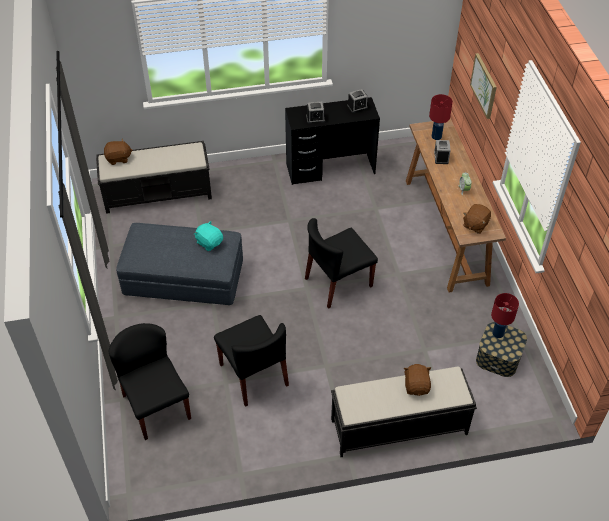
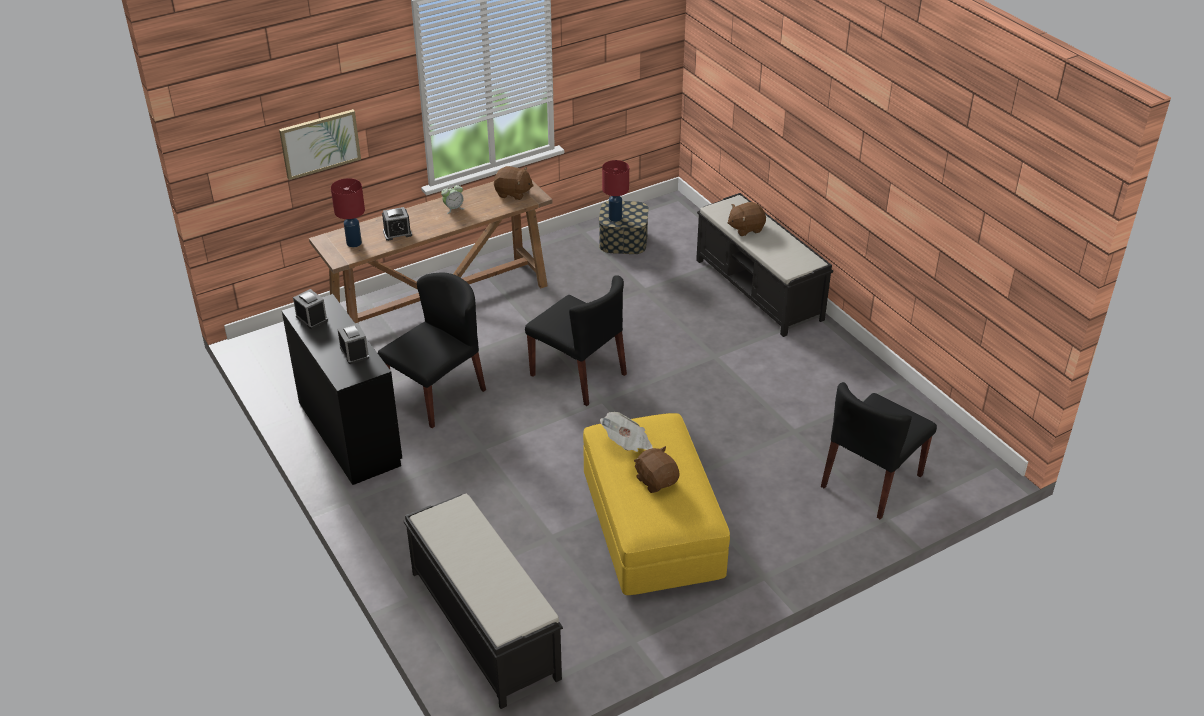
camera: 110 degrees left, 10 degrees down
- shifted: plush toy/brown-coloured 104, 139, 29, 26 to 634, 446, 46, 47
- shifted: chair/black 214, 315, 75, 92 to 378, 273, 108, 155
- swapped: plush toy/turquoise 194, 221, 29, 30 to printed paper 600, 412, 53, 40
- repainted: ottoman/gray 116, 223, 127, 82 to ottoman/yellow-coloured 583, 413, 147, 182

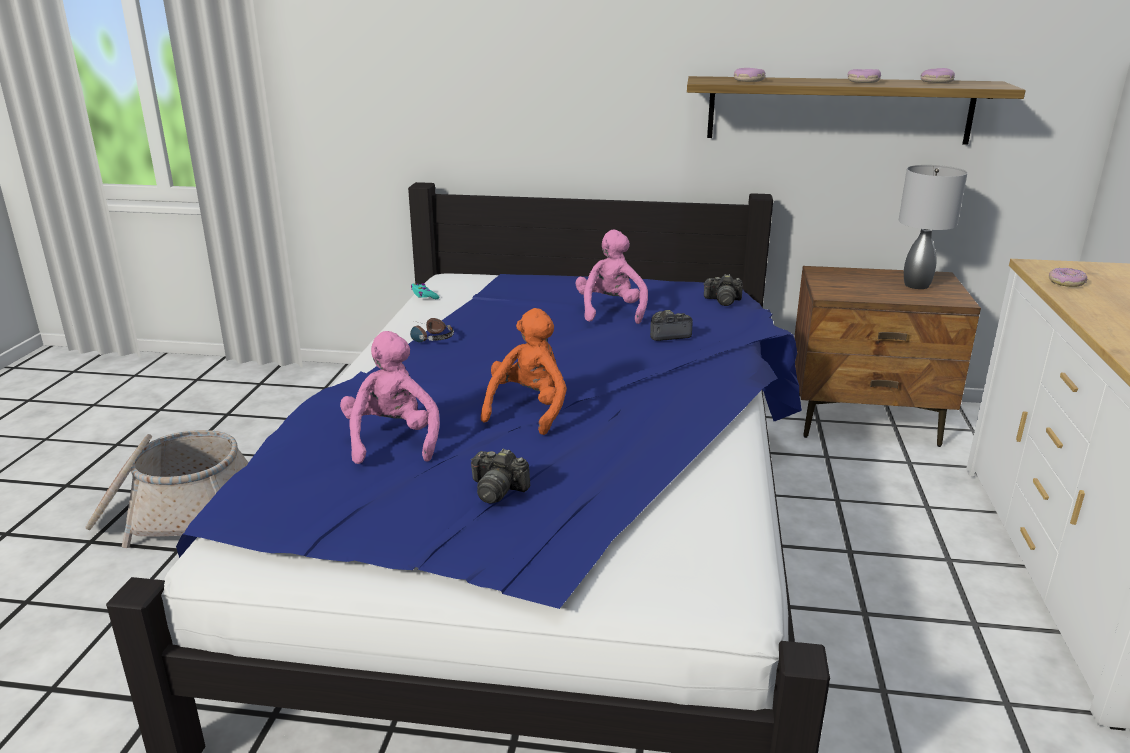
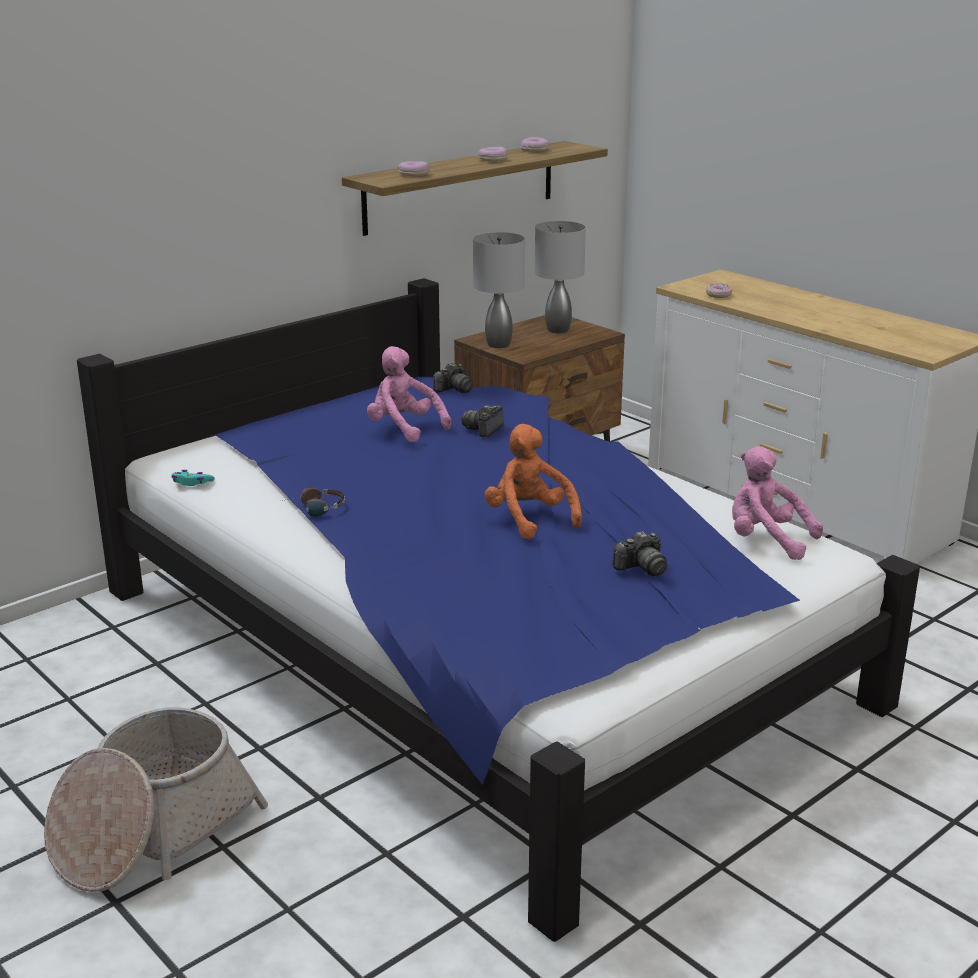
camera: 50 degrees left, 0 degrees up
- new: lamp for a table/gray 473, 232, 52, 116
- shifted: plush toy/pink 340, 331, 100, 133 to 732, 446, 91, 114

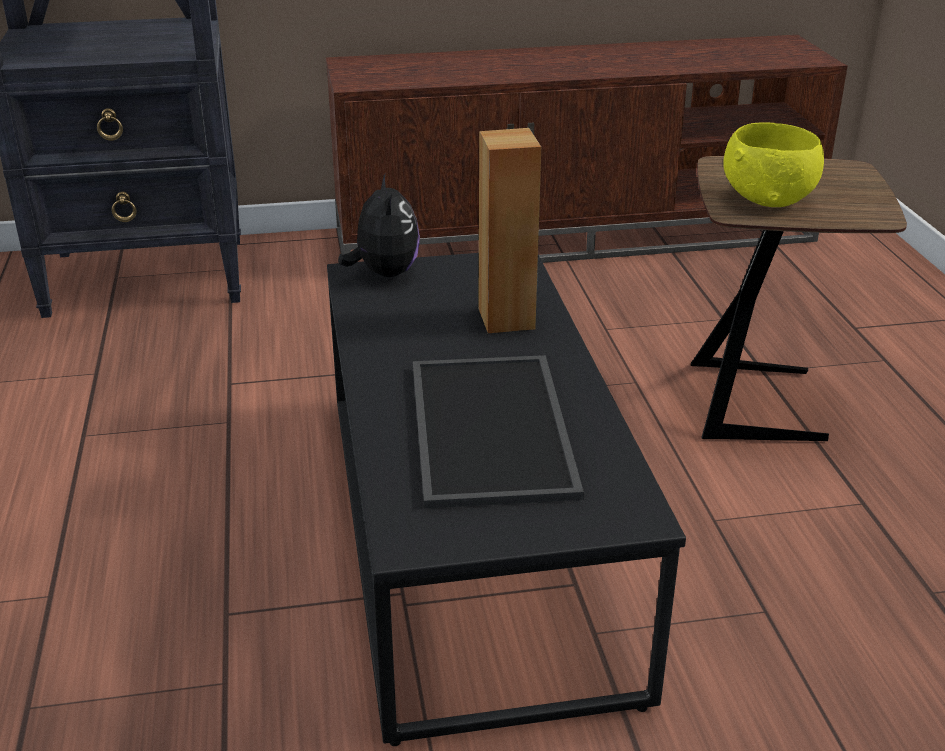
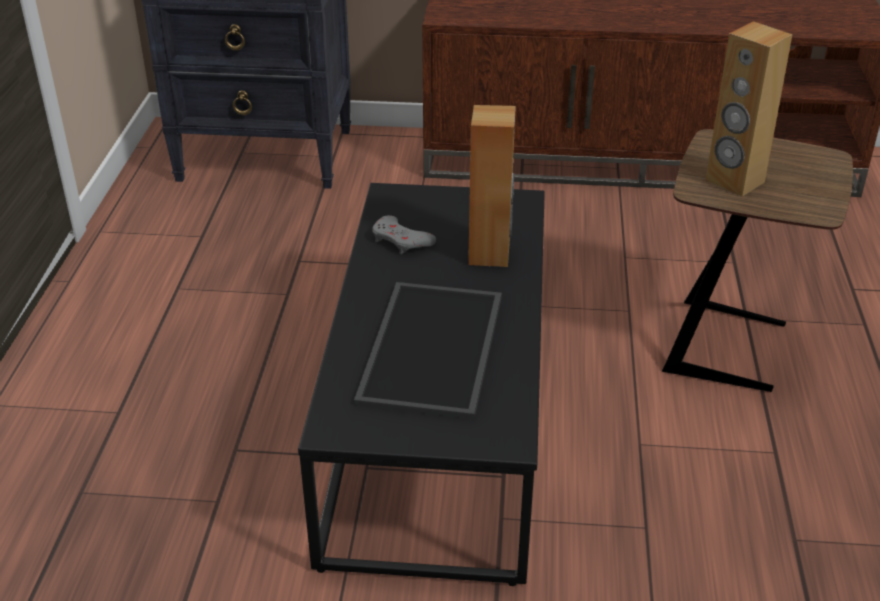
camera: 15 degrees right, 5 degrees up
- gone: plush toy 338, 174, 82, 103
- new: game controller/gray 372, 215, 64, 39
- swapped: serving bowl/yellow-coloured 723, 122, 101, 85 to speaker/brown-coloured 705, 21, 88, 176

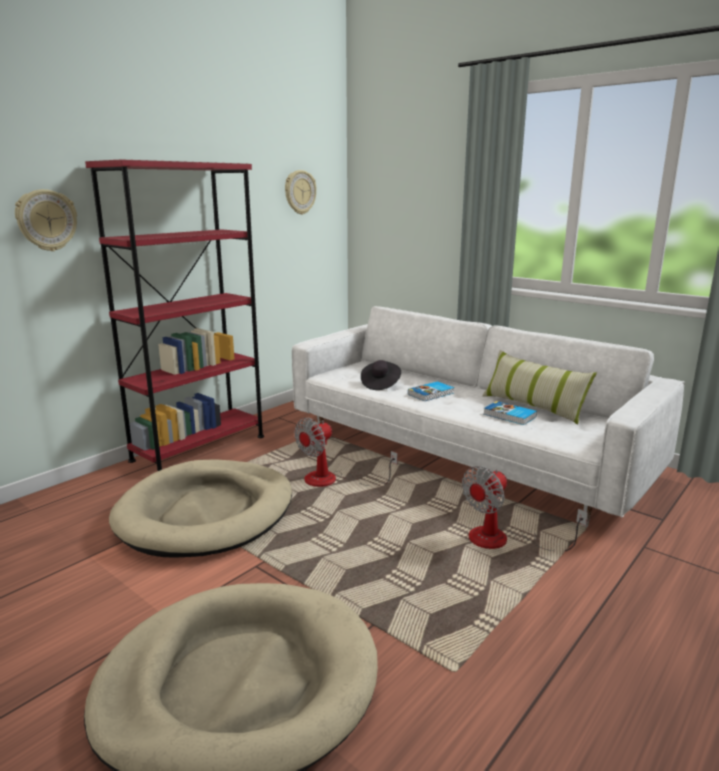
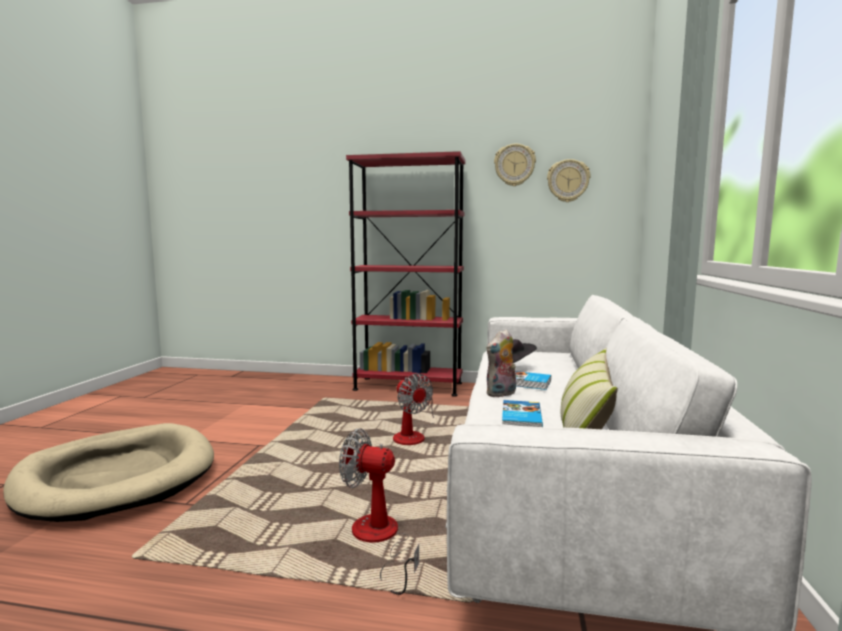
camera: 60 degrees right, 10 degrees down
- gone: dog bed/beige-coloured 109, 459, 183, 99
- new: plush toy 486, 329, 30, 69
- shifted: wall clock 15, 189, 62, 62 to 494, 144, 42, 42
- rotated: electric fan 294, 418, 104, 69 = 393, 374, 42, 71 135 degrees counterclockwise

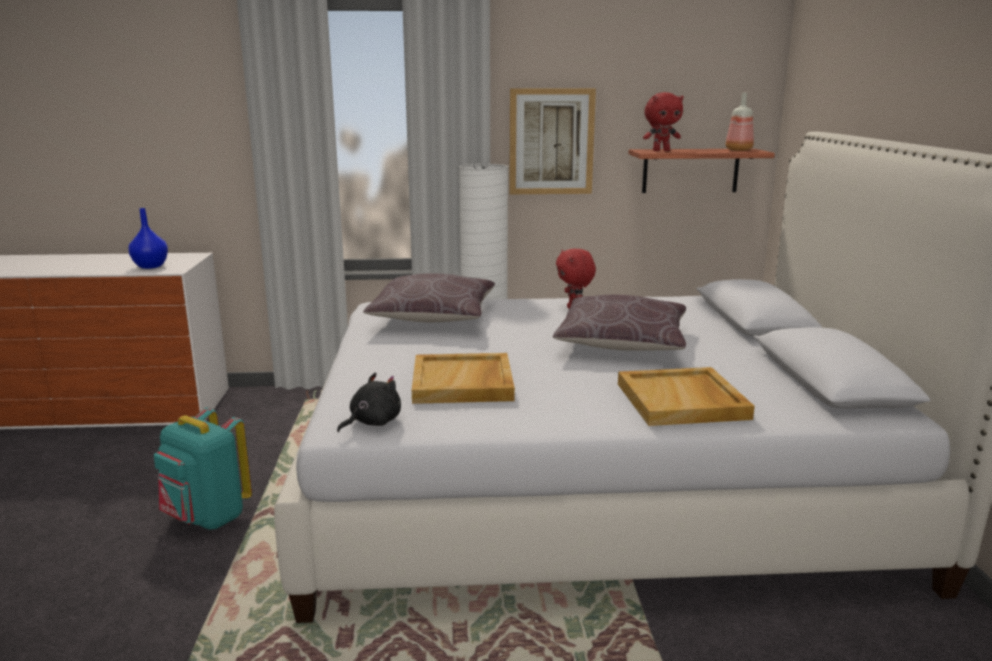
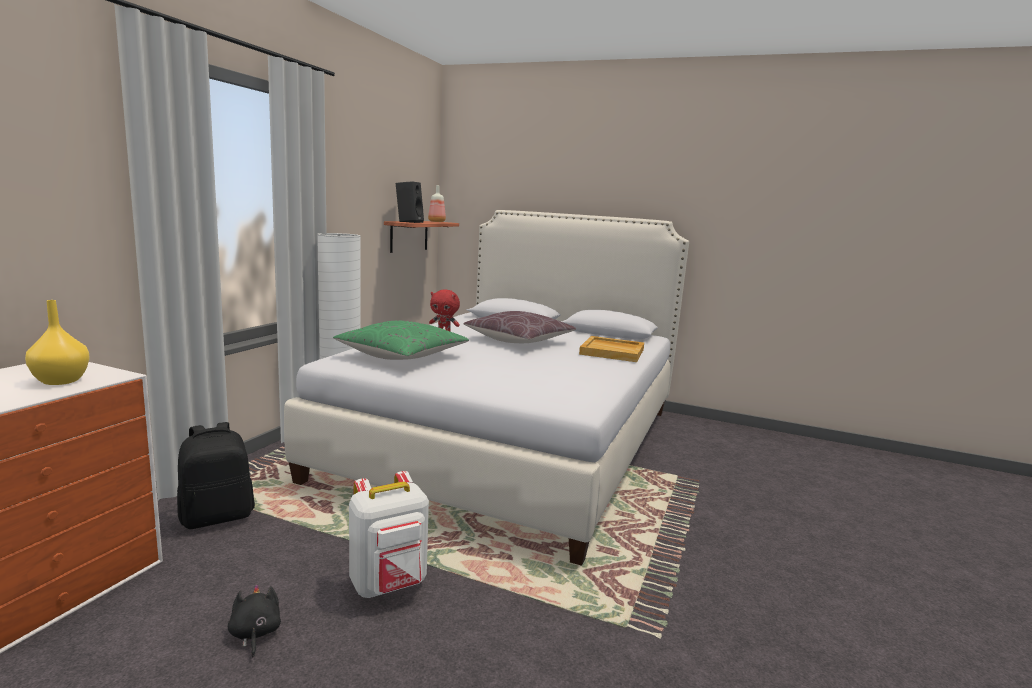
camera: 65 degrees left, 5 degrees down
- gone: carrying tray/beige-coloured 412, 353, 103, 51
- gone: picture 509, 88, 87, 106
- new: backpack/black 177, 422, 78, 107
- shifted: plush toy/black 337, 372, 64, 60 to 228, 585, 53, 73
- swapped: plush toy/red-coloured 643, 92, 41, 59 to speaker/black 396, 181, 28, 42
- repainted: decorative vase/bluish 128, 208, 40, 61 to decorative vase/yellow-coloured 25, 300, 65, 85
- repainted: backpack/turquoise 154, 408, 98, 122 to backpack/white-coloured 349, 471, 80, 127
- repainted: throw pillow/brown-coloured 363, 273, 132, 49 to throw pillow/green 333, 321, 136, 39

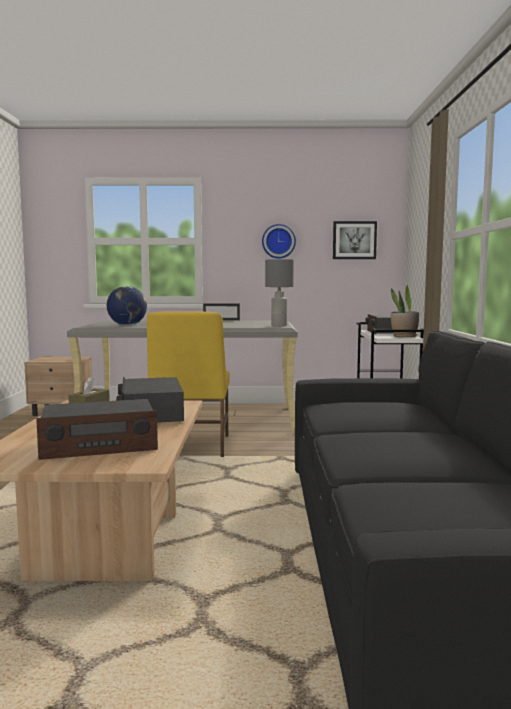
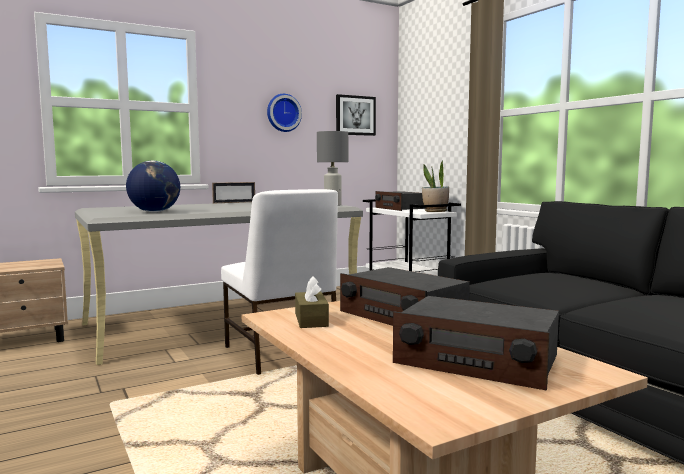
camera: 30 degrees left, 0 degrees up
- repainted: chair/yellow-coloured 147, 312, 83, 145 to chair/white-coloured 221, 189, 117, 186
- rotated: radio receiver 36, 399, 122, 61 = 393, 296, 166, 95 75 degrees clockwise

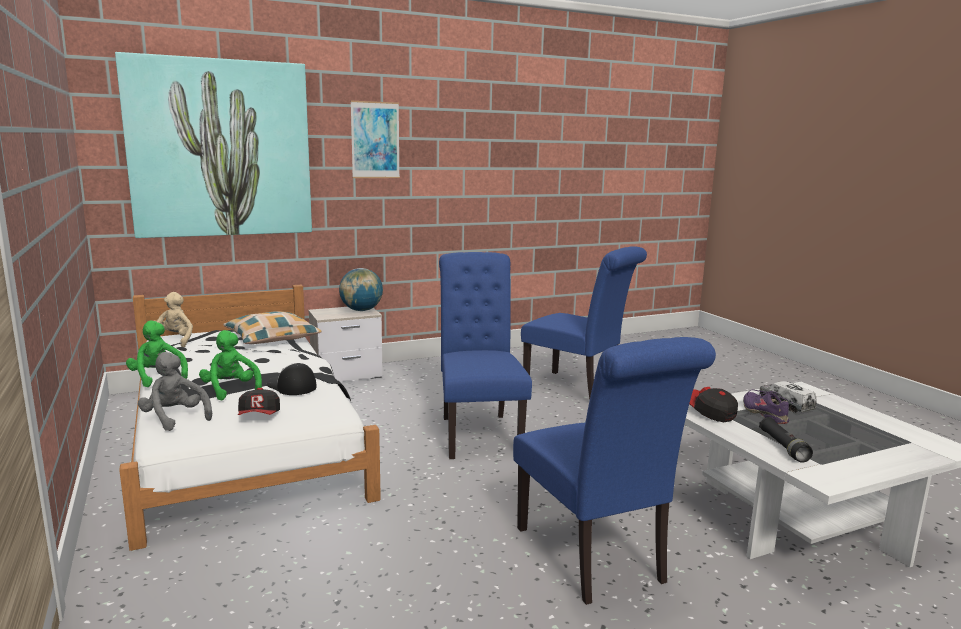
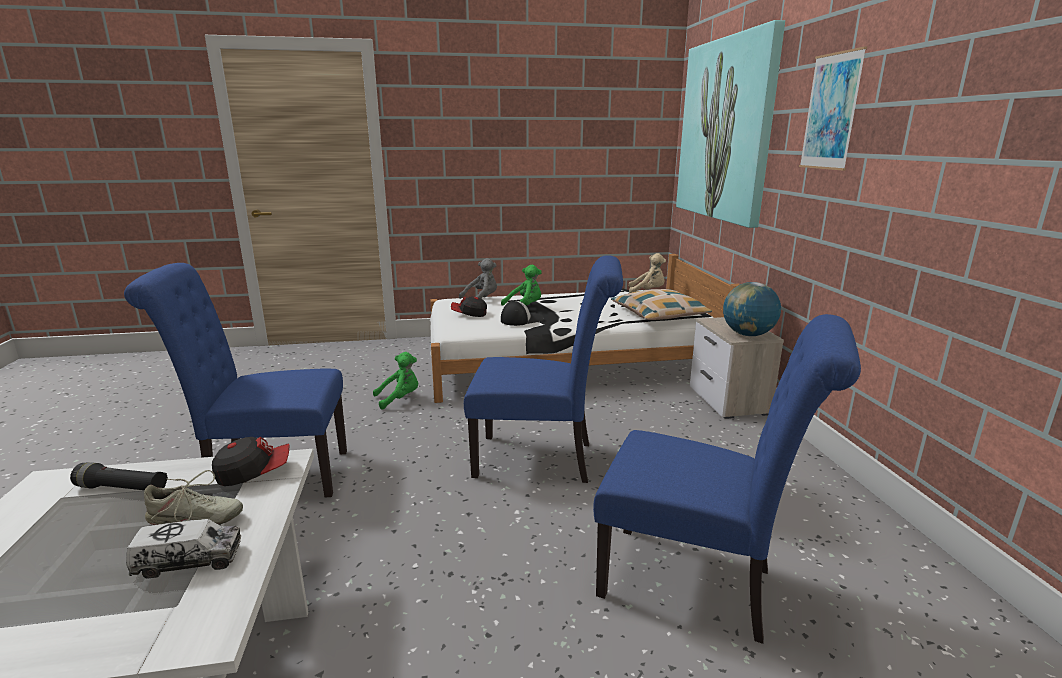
camera: 105 degrees right, 5 degrees up
- shifted: plush toy/green 126, 320, 62, 67 to 373, 352, 45, 57
- repainted: low shoe/purplish 743, 390, 49, 34 to low shoe/beige-coloured 144, 470, 99, 55
- rotated: chair/bluish 521, 246, 126, 153 = 593, 314, 268, 330 120 degrees counterclockwise

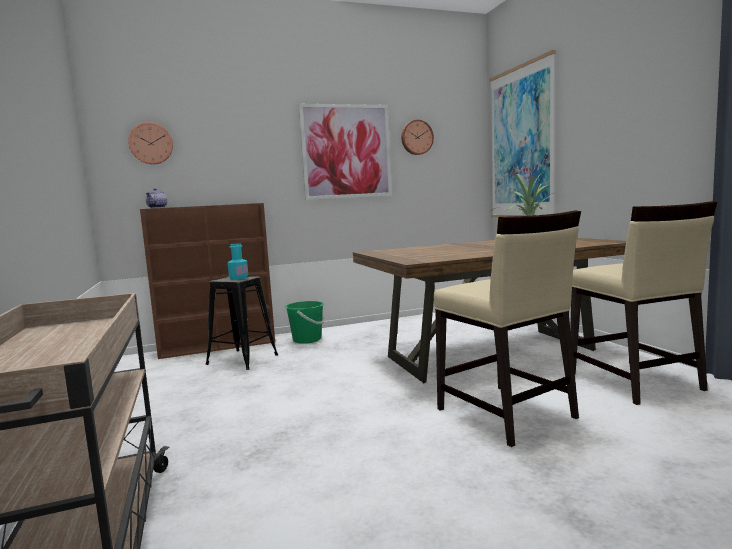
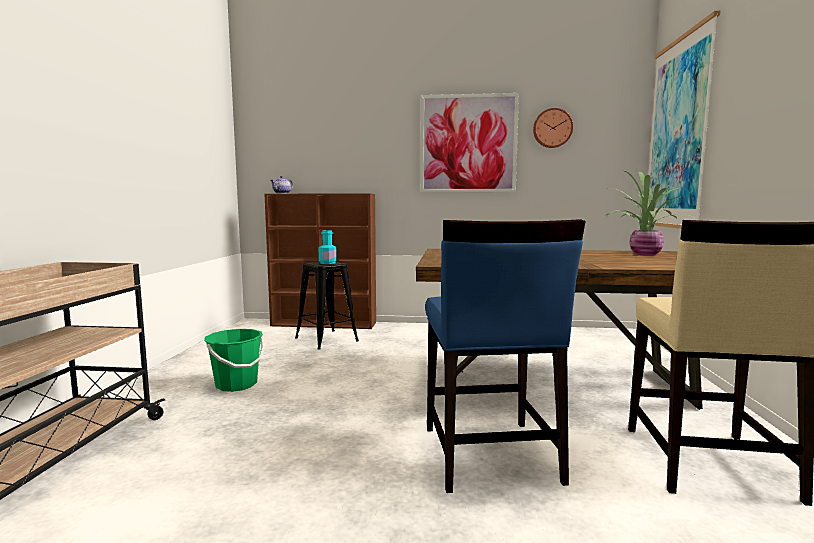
camera: 25 degrees right, 0 degrees up
- gone: wall clock 128, 122, 45, 43
- shifted: bucket/green 285, 301, 40, 43 to 204, 329, 60, 63
- repainted: chair/beige-coloured 434, 210, 147, 237 to chair/bluish 425, 219, 161, 274

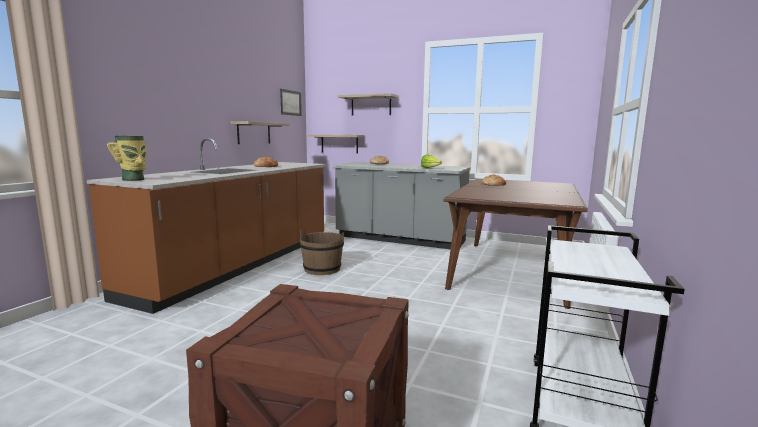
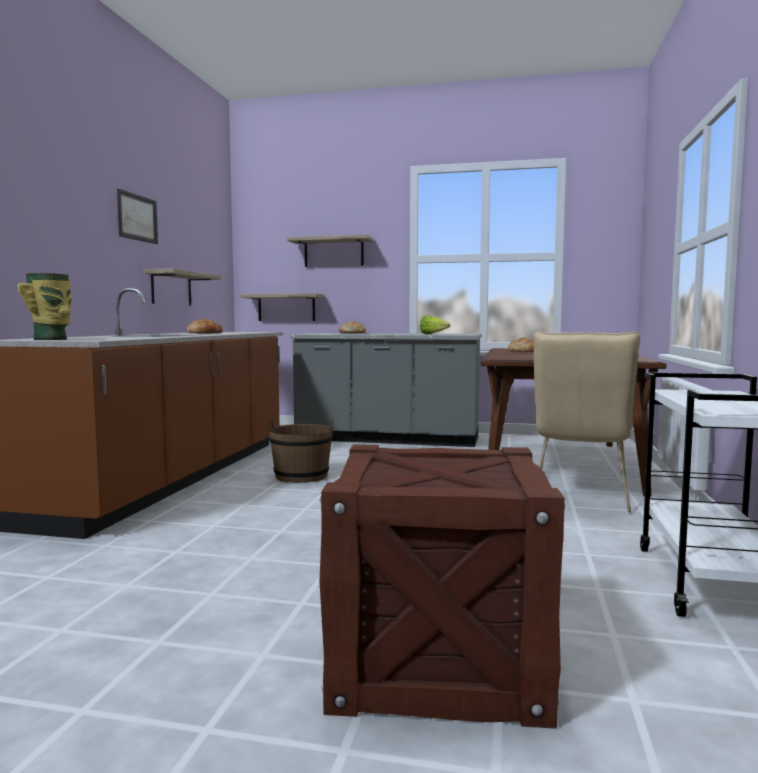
camera: 10 degrees left, 5 degrees down
- new: chair/beige-coloured 533, 332, 107, 181
- shifted: picture 280, 89, 22, 27 to 117, 189, 41, 55

